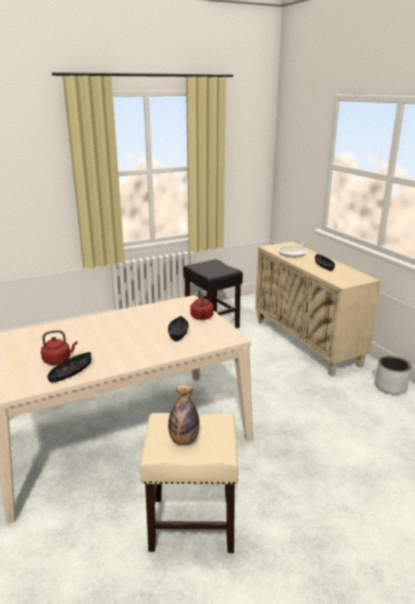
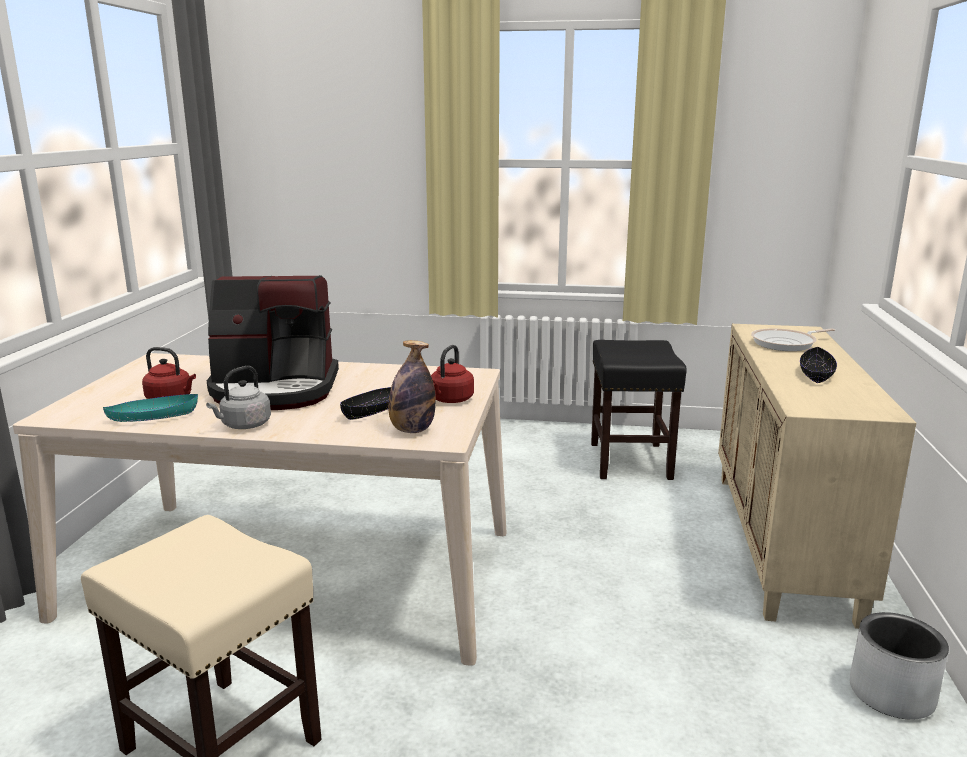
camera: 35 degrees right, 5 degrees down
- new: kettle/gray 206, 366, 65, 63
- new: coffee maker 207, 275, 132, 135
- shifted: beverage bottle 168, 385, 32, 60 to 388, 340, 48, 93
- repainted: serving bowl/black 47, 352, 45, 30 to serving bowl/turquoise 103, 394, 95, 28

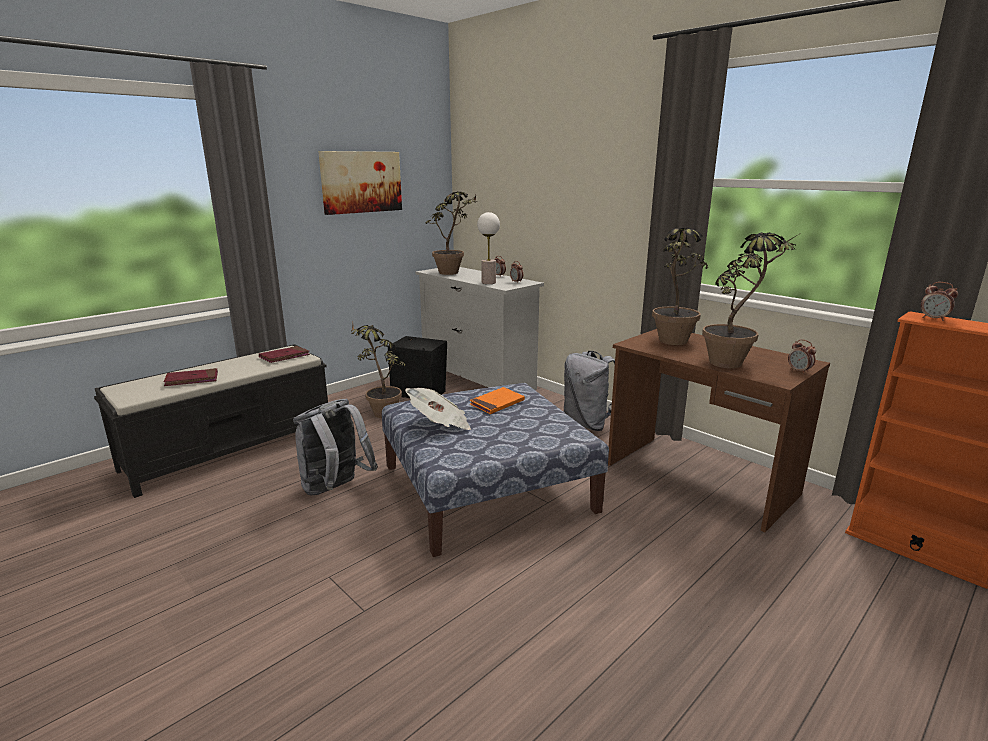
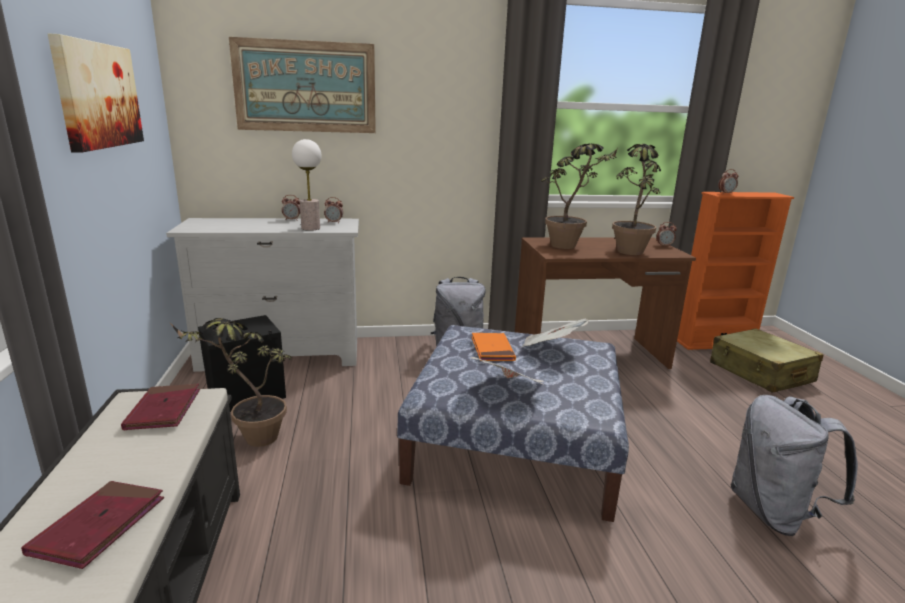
camera: 55 degrees left, 0 degrees up
- gone: potted plant 426, 192, 51, 83
- new: picture 229, 37, 147, 96
- new: printed paper 520, 318, 69, 30
- new: piece of luggage/beige-coloured 710, 329, 114, 64
- shifted: backpack/gray 293, 399, 85, 96 to 731, 395, 127, 141

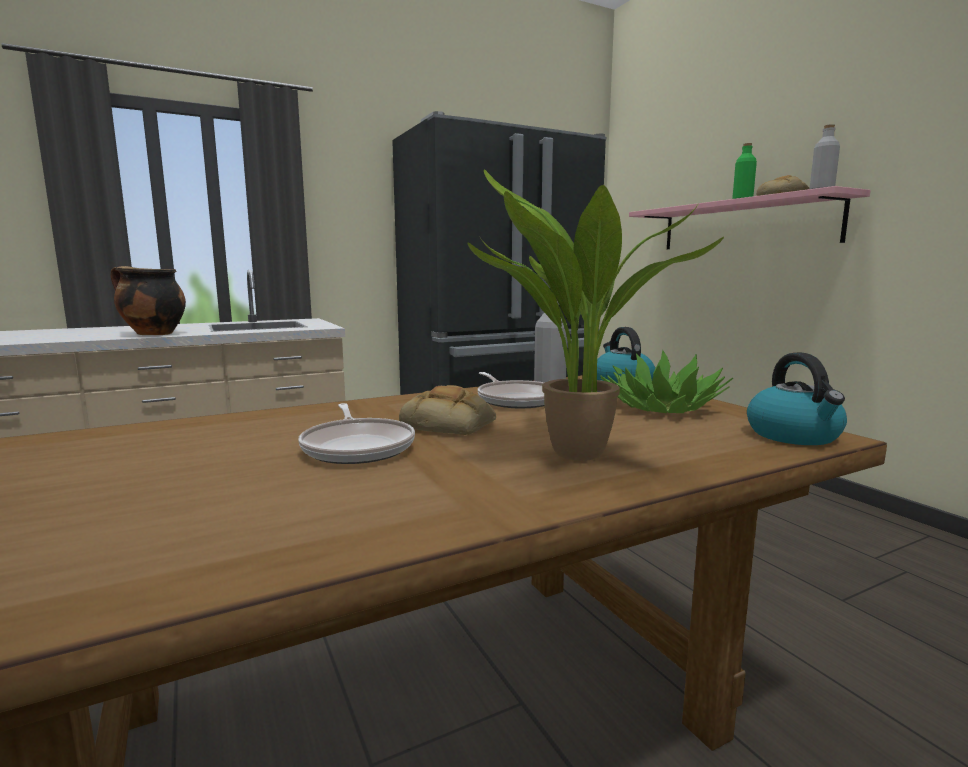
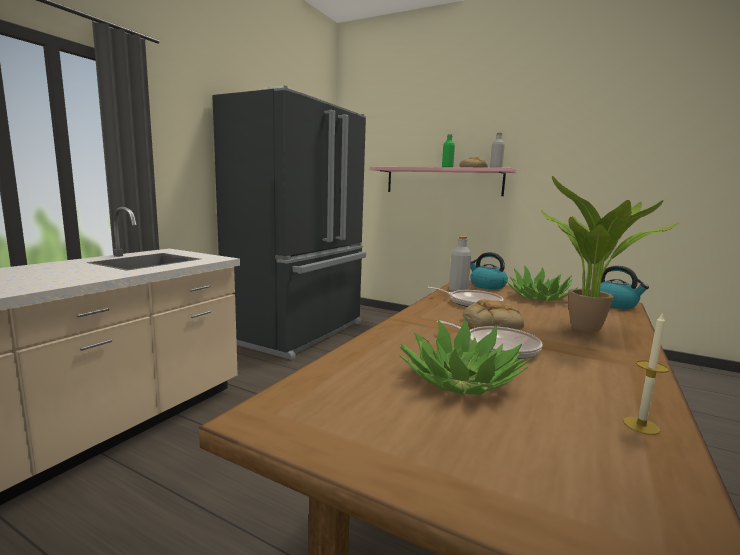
camera: 35 degrees left, 0 degrees up
- gone: stockpot 111, 266, 75, 69
- new: potted plant 399, 318, 133, 77
- new: wax light 623, 312, 46, 123

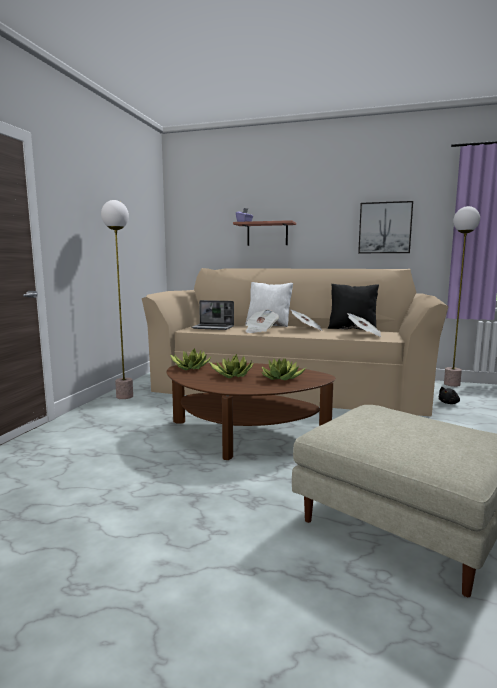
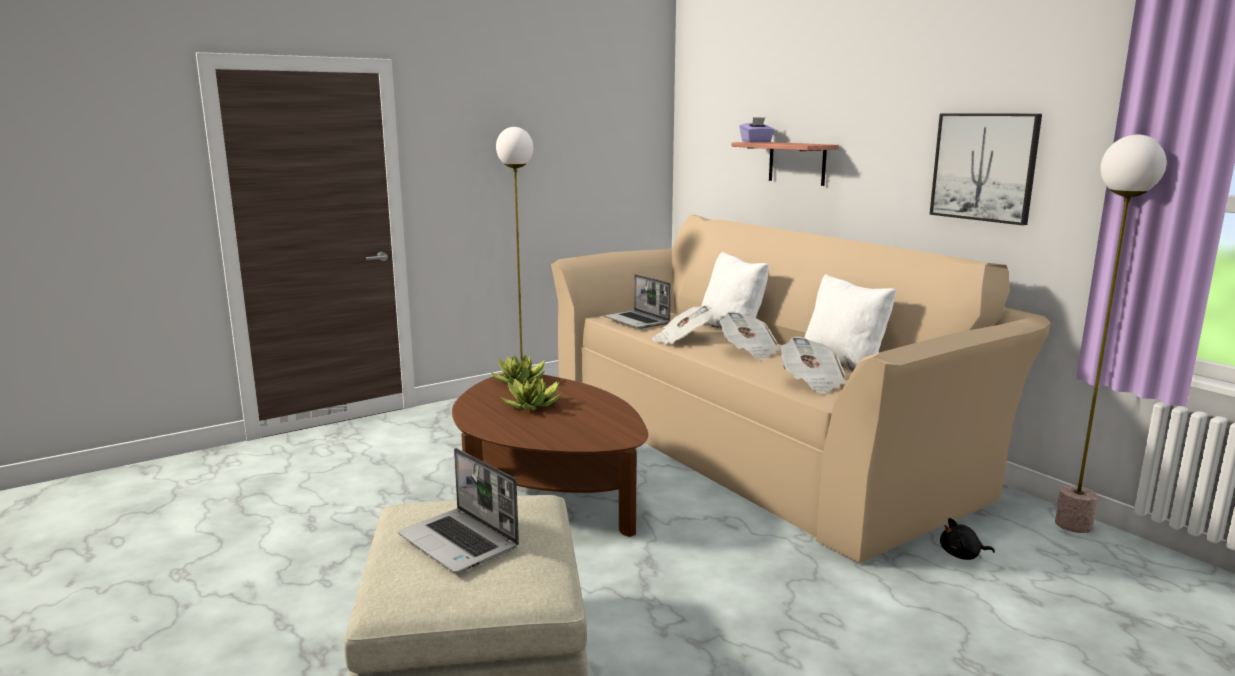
camera: 40 degrees right, 5 degrees up
- gone: potted plant 261, 358, 45, 22
- new: notebook computer 398, 448, 121, 125
- repainted: throw pillow/black 328, 284, 51, 46 to throw pillow/white-coloured 805, 274, 91, 97

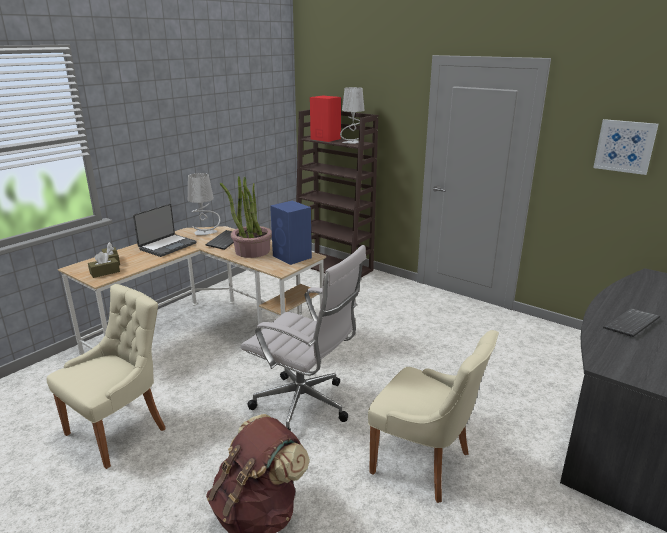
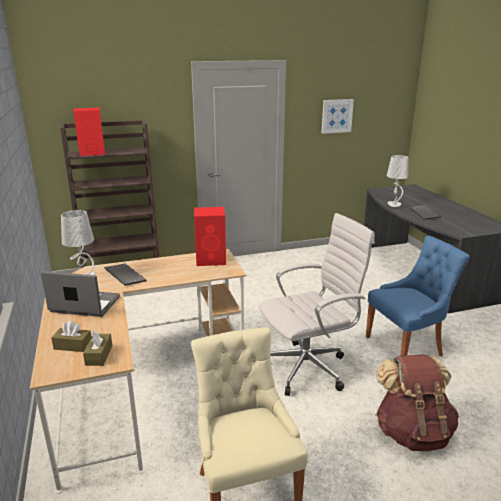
camera: 55 degrees left, 0 degrees up
- gone: potted plant 220, 176, 52, 82
- shifted: lamp for a table/gray 340, 87, 25, 57 to 387, 155, 21, 52
- repainted: speaker/bluish 270, 201, 42, 64 to speaker/red-coloured 194, 207, 32, 59
- repainted: chair/beige-coloured 368, 330, 131, 173 to chair/bluish 366, 236, 104, 120
- rotated: notebook computer 133, 204, 64, 53 = 41, 271, 79, 46 60 degrees counterclockwise

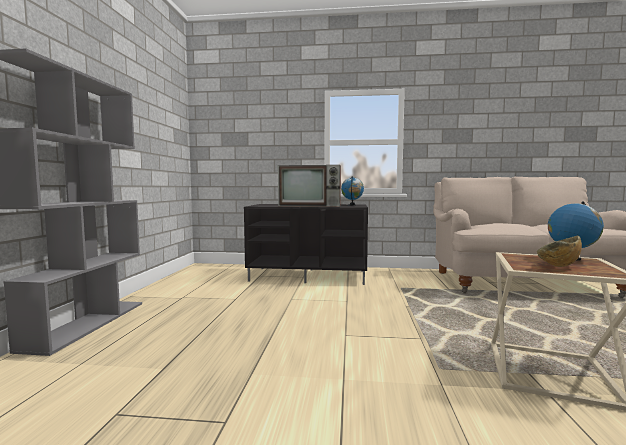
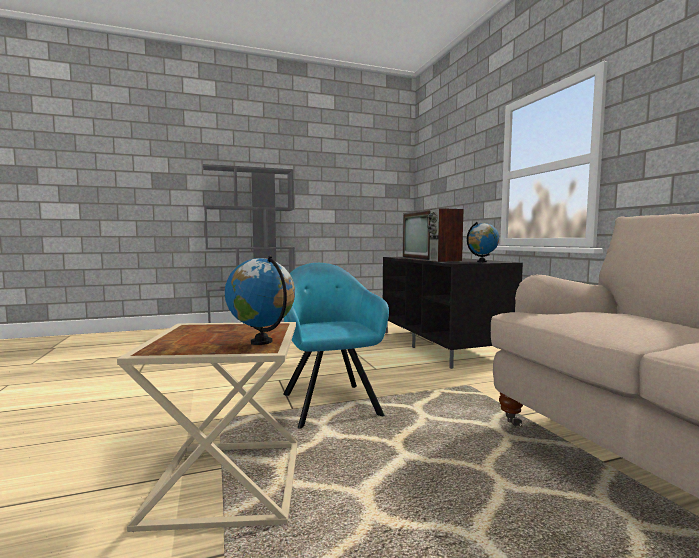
camera: 65 degrees right, 0 degrees up
- gone: serving bowl 537, 236, 45, 31
- new: easy chair/turquoise 283, 263, 106, 166

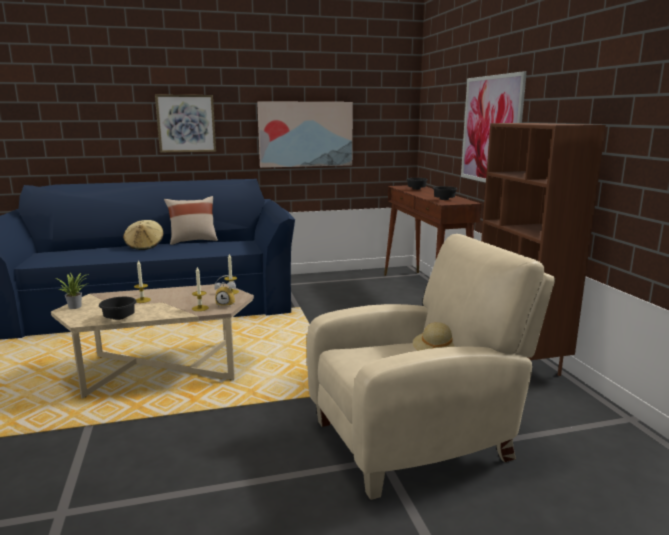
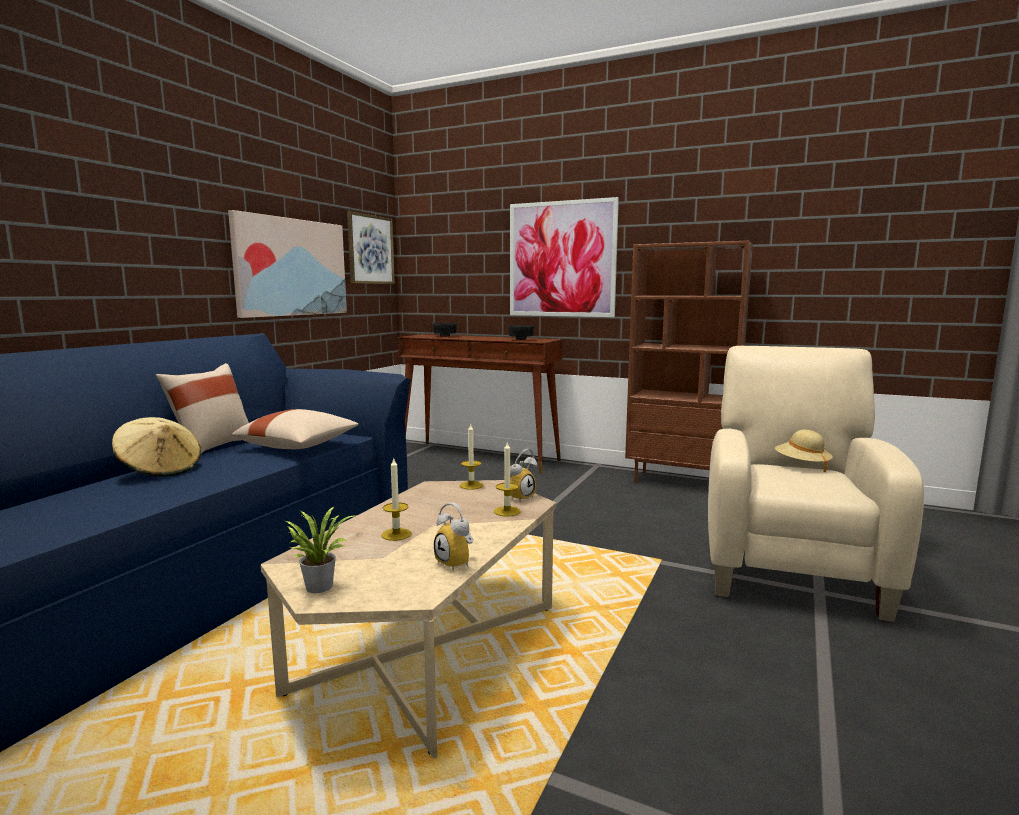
camera: 50 degrees left, 5 degrees down
- new: throw pillow/beige-coloured 232, 409, 127, 40
- shifted: picture 155, 94, 61, 59 to 347, 211, 48, 73
- swapped: serving bowl/black 99, 297, 38, 23 to table clock 434, 502, 40, 69

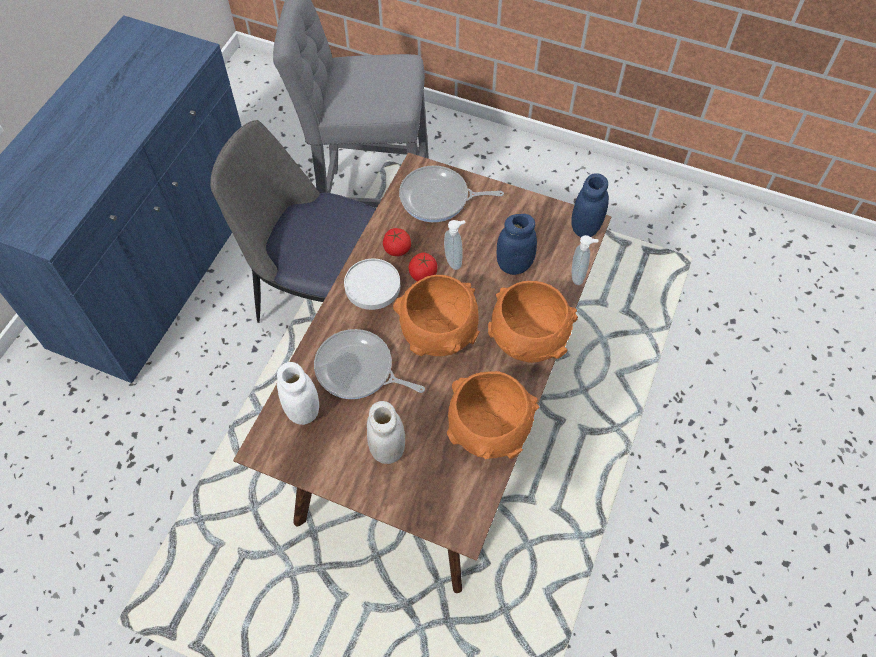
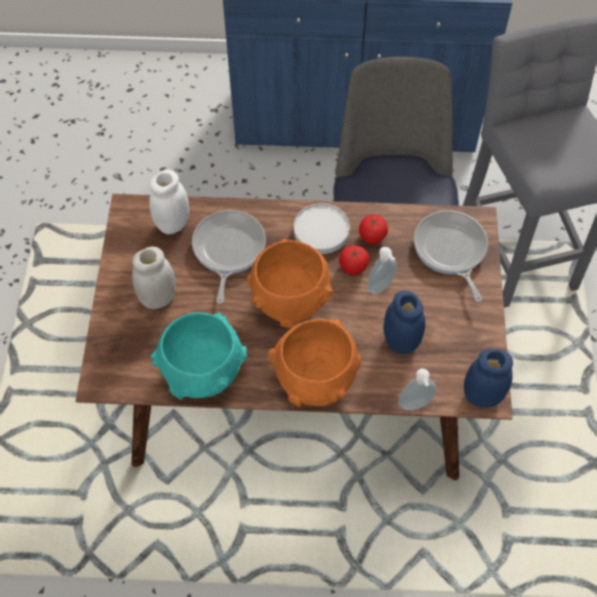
camera: 70 degrees right, 0 degrees up
- repainted: serving bowl/orangey 447, 371, 92, 88 to serving bowl/turquoise 151, 312, 96, 88

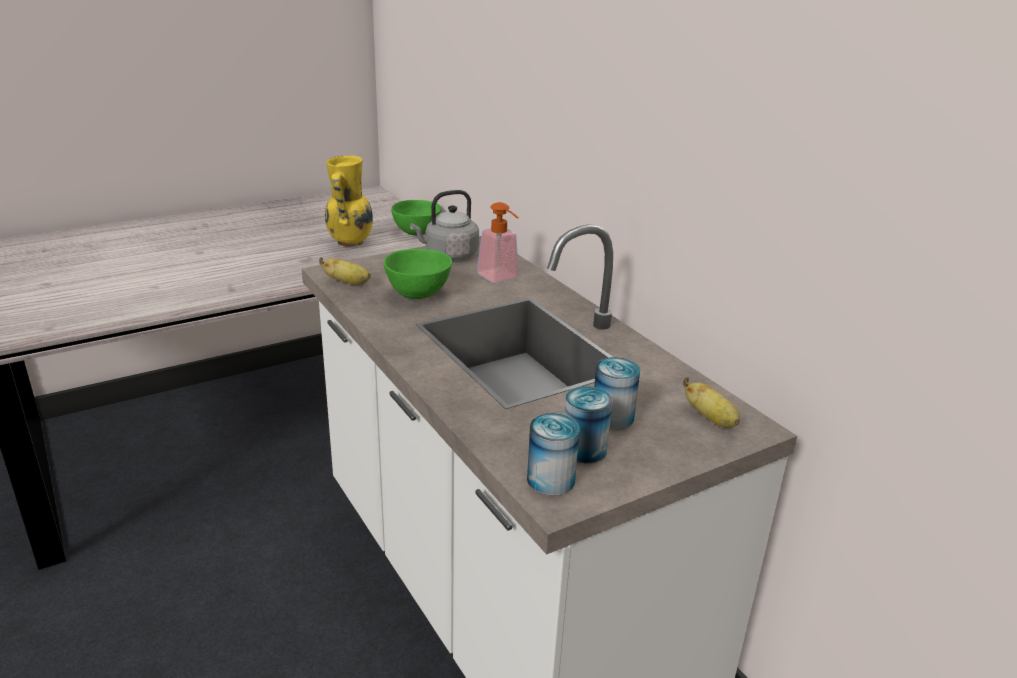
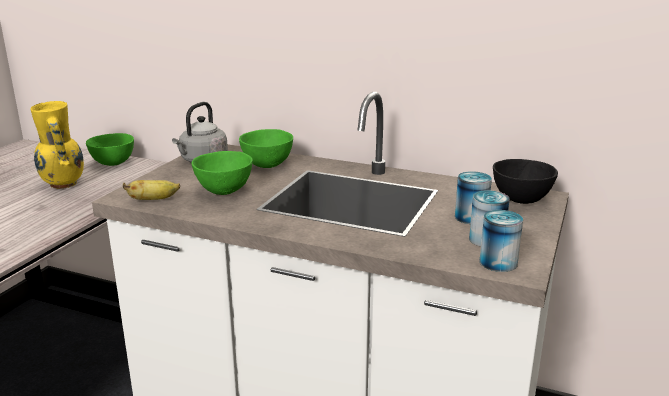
camera: 35 degrees left, 5 degrees down
- swapped: soap bottle 477, 202, 42, 81 to serving bowl/green 239, 129, 54, 39
- swapped: banana 683, 377, 57, 51 to serving bowl/black 493, 159, 65, 45

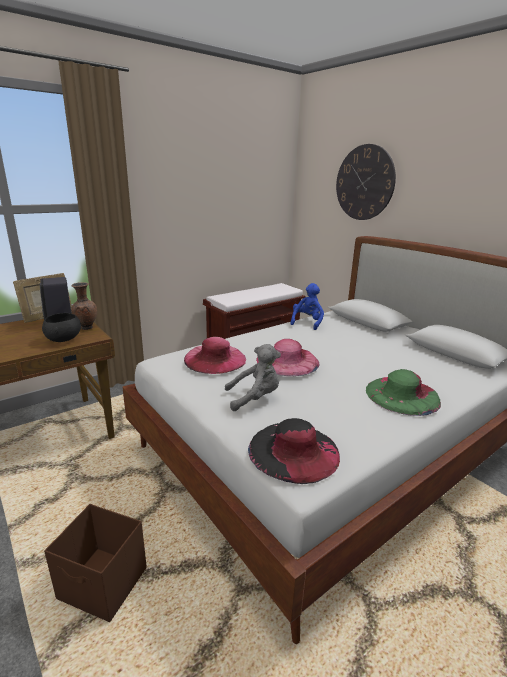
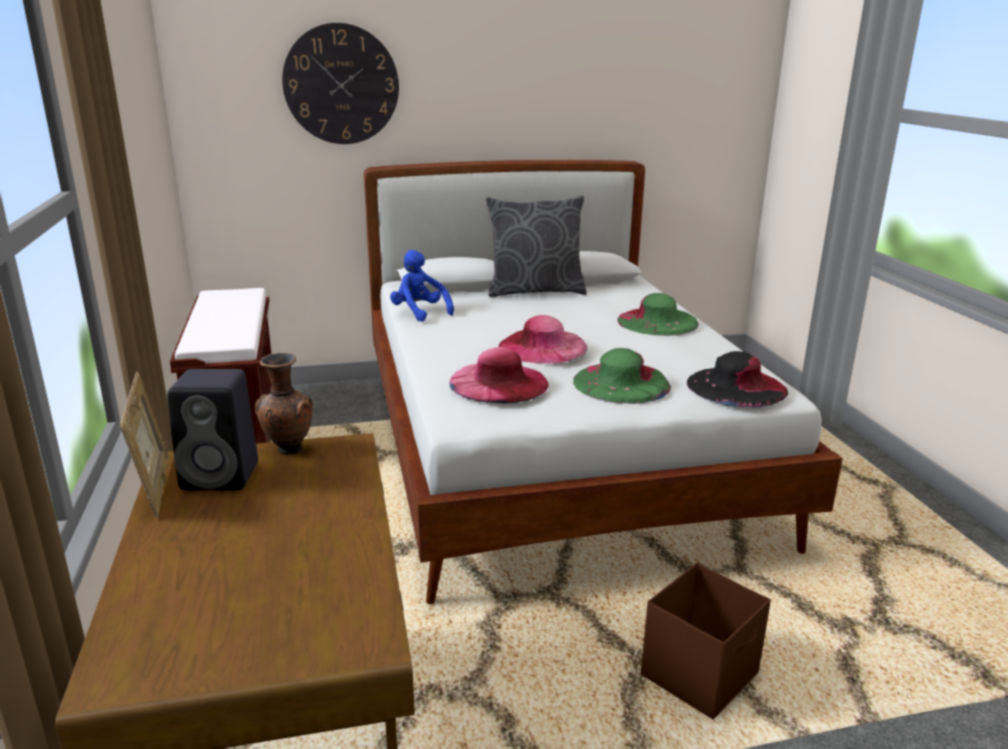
camera: 65 degrees left, 0 degrees up
- gone: serving bowl/black 42, 313, 39, 29
- new: throw pillow/gray 486, 196, 101, 101
- swapped: plush toy/gray 225, 344, 56, 67 to clothing hat/green 573, 348, 98, 56

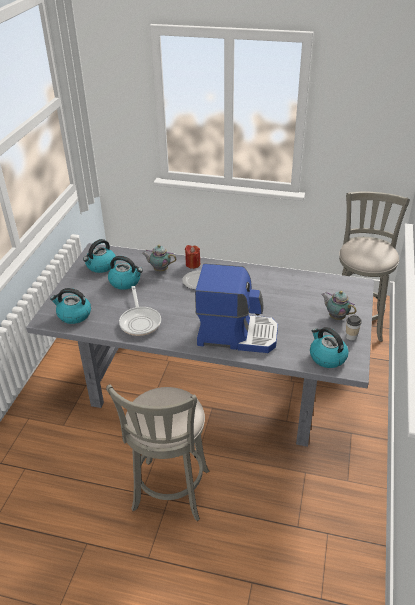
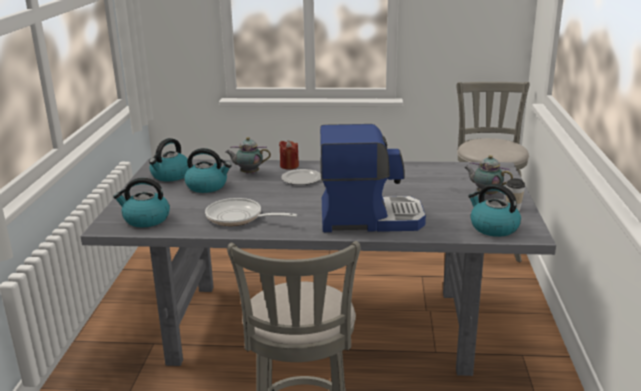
camera: 10 degrees left, 15 degrees down
- rotated: frying pan 119, 286, 42, 50 = 205, 198, 92, 28 135 degrees clockwise

